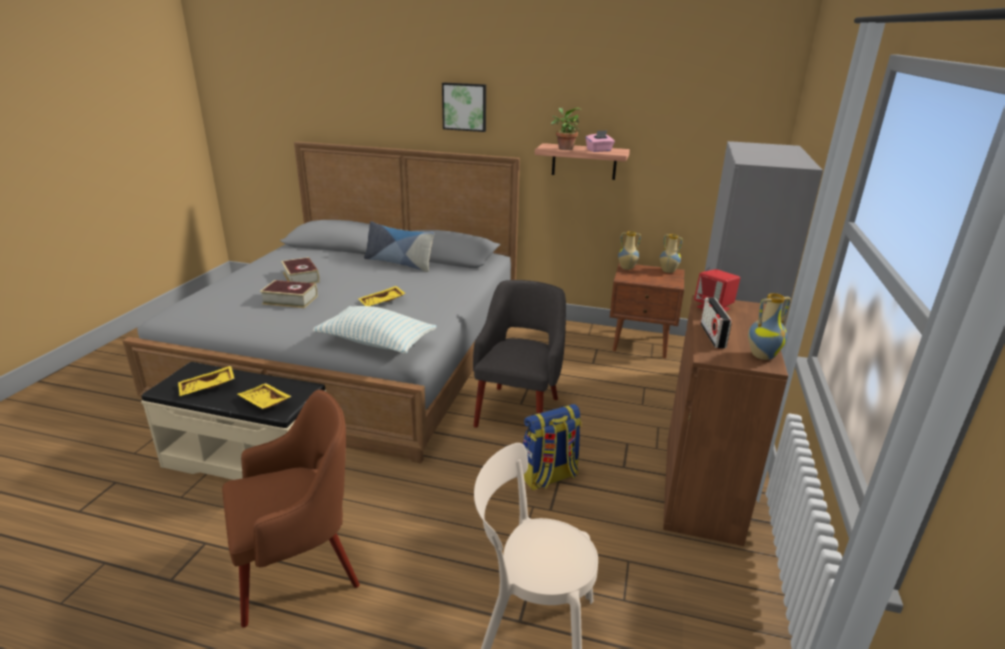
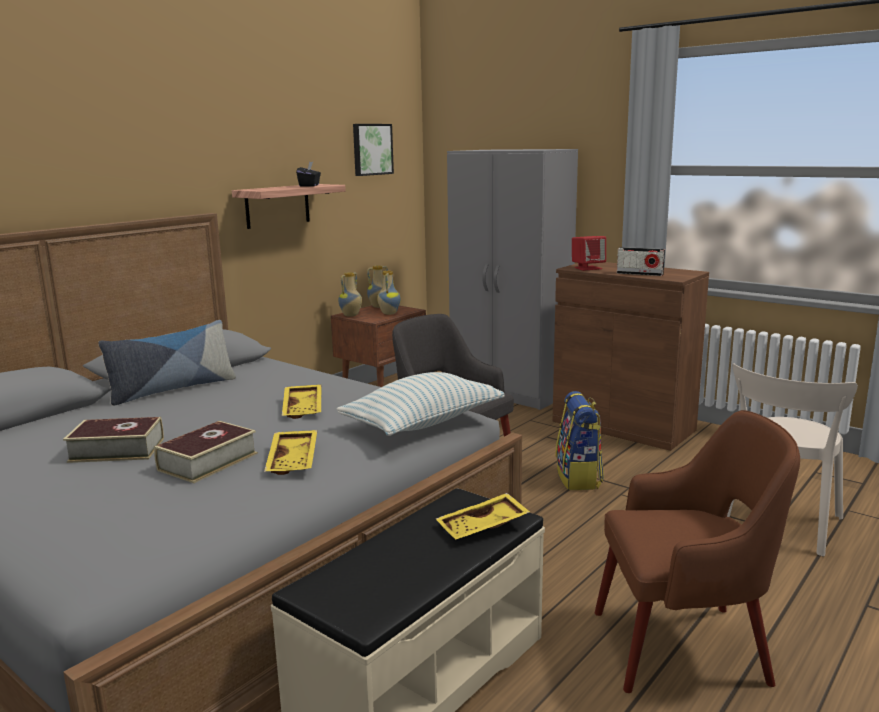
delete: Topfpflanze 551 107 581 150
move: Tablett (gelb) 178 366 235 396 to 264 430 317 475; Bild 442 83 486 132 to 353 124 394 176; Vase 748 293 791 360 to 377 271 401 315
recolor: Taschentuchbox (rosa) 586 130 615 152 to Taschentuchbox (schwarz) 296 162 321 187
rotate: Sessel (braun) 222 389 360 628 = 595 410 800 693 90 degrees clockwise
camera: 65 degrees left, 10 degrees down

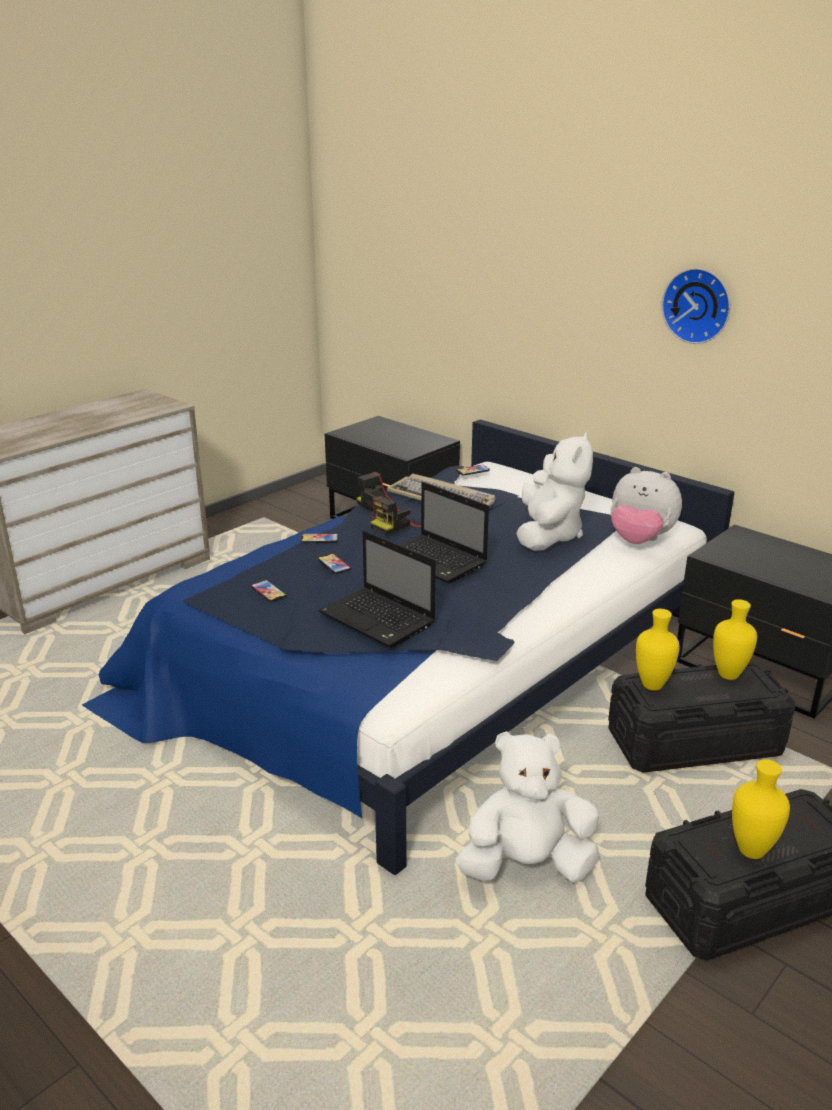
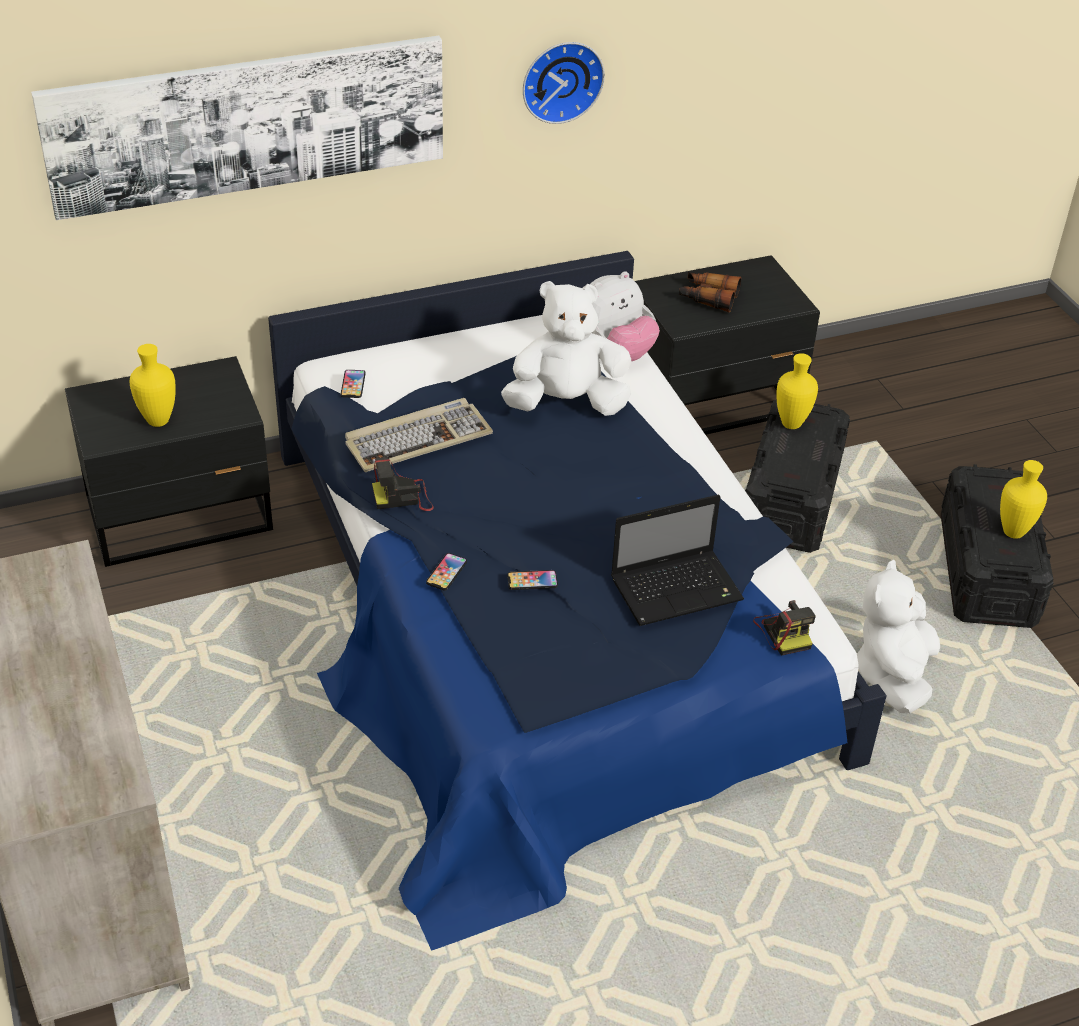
delete: Handy 251 580 287 602; Laptop 399 482 489 583
insert: Bild 31 36 443 220; Fernglas 679 272 741 312
move: Kamera 370 496 421 535 to 753 600 816 656; Vase (gelb) 636 609 680 691 to 130 344 176 427
rotate: Plüschtier (weiß) 517 433 593 551 = 501 281 631 416 45 degrees counterclockwise
camera: 65 degrees left, 15 degrees up

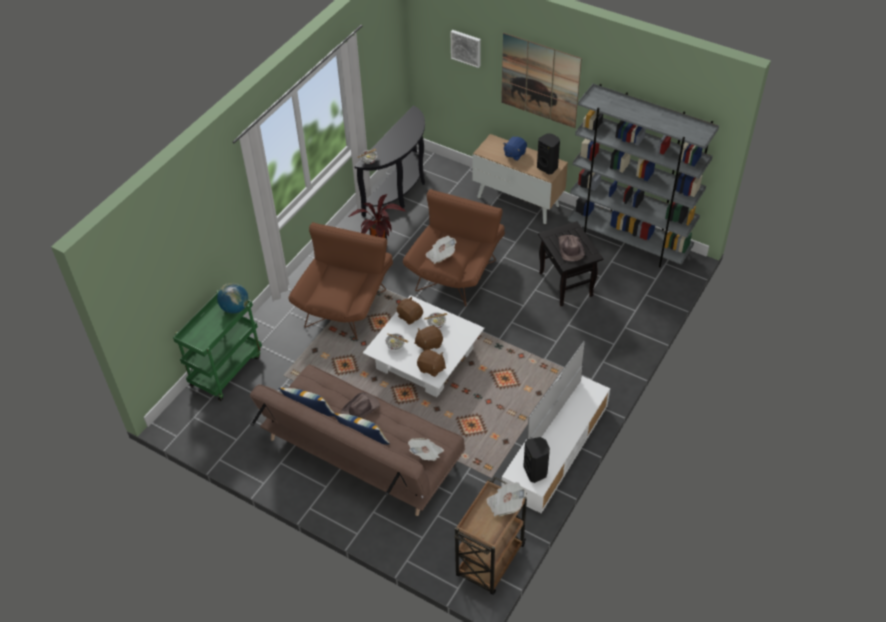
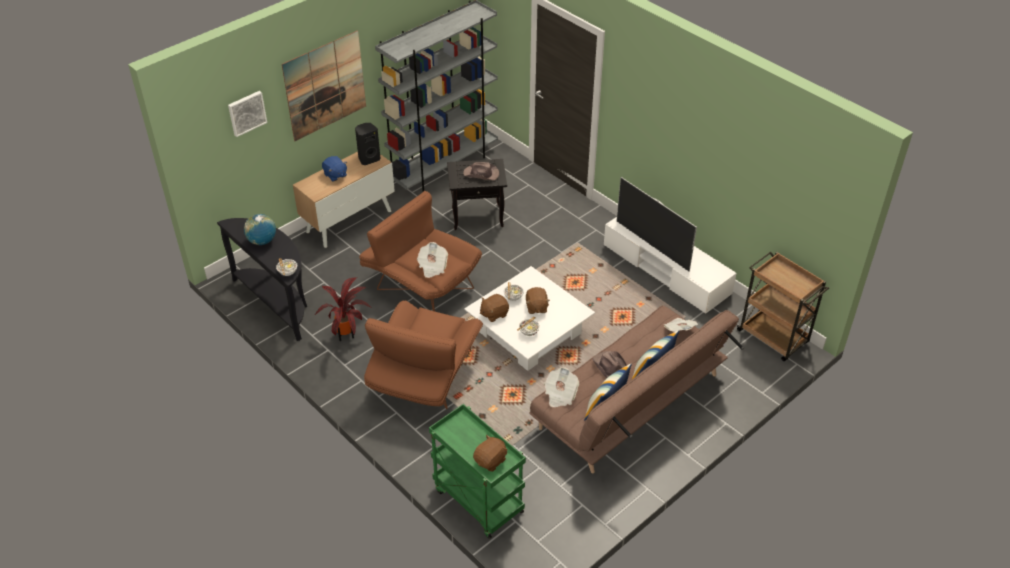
delete: Lautsprecher (schwarz) 523 437 550 483
move: Globus 217 283 248 314 to 244 214 276 245; Plüschtier (braun) 417 349 446 377 to 473 435 508 472; Zeitung 486 482 526 517 to 544 367 579 407
rotate: Sessel (braun) 288 222 393 340 = 364 301 483 409 105 degrees counterclockwise
camera: 75 degrees left, 5 degrees down

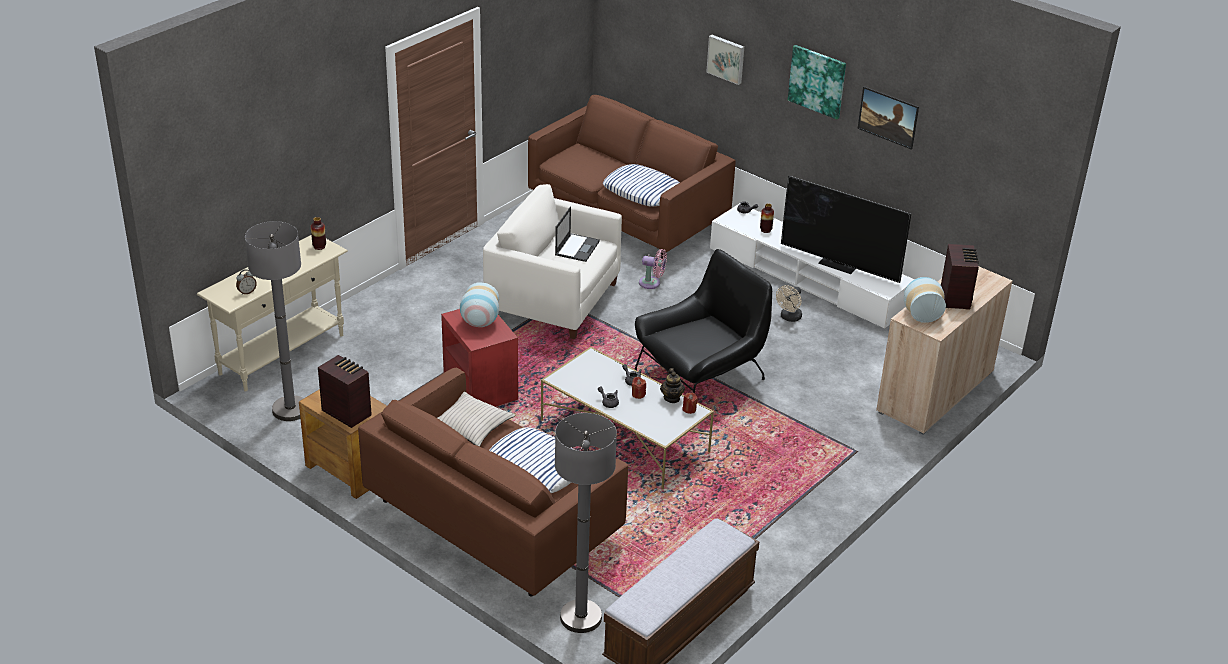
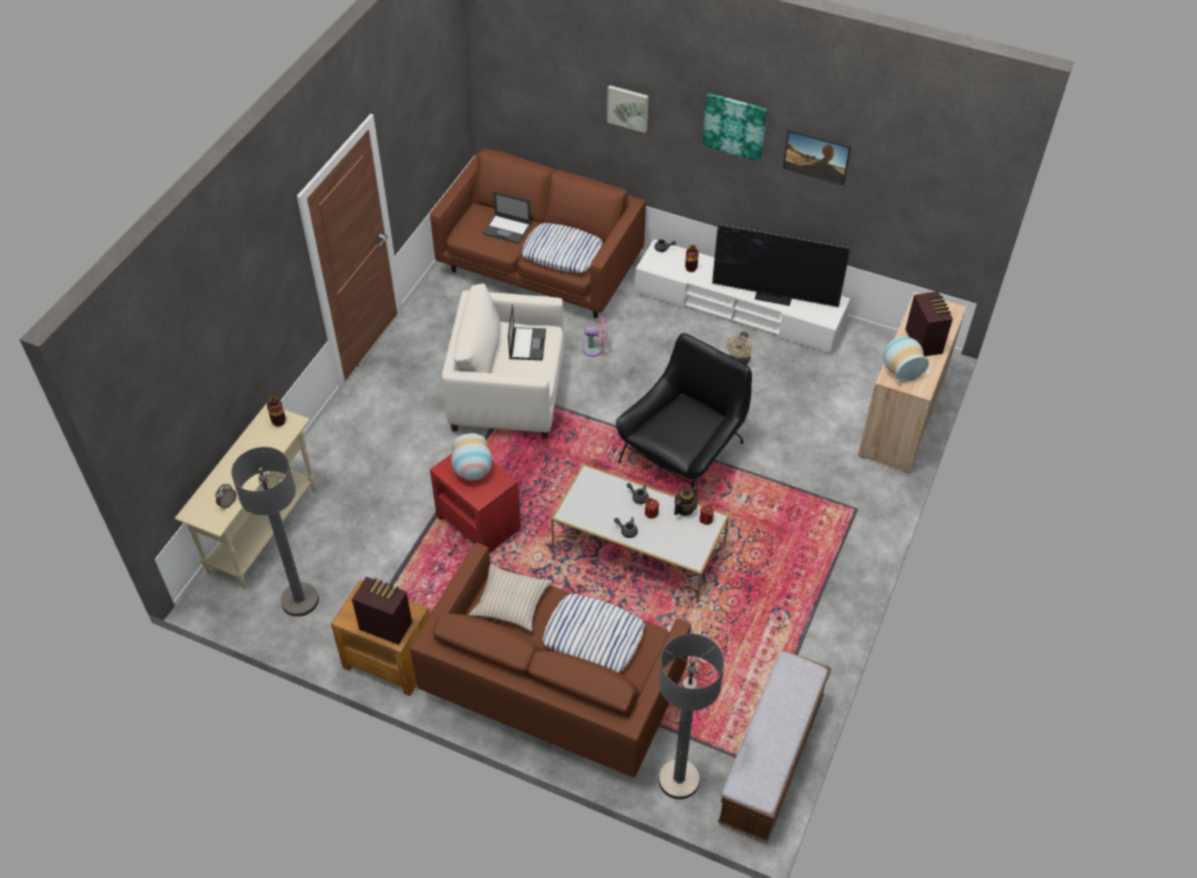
insert: Laptop 483 191 531 244
rotate: Teekanne 660 368 685 403 = 674 485 698 516 120 degrees counterclockwise
camera: 15 degrees left, 15 degrees up

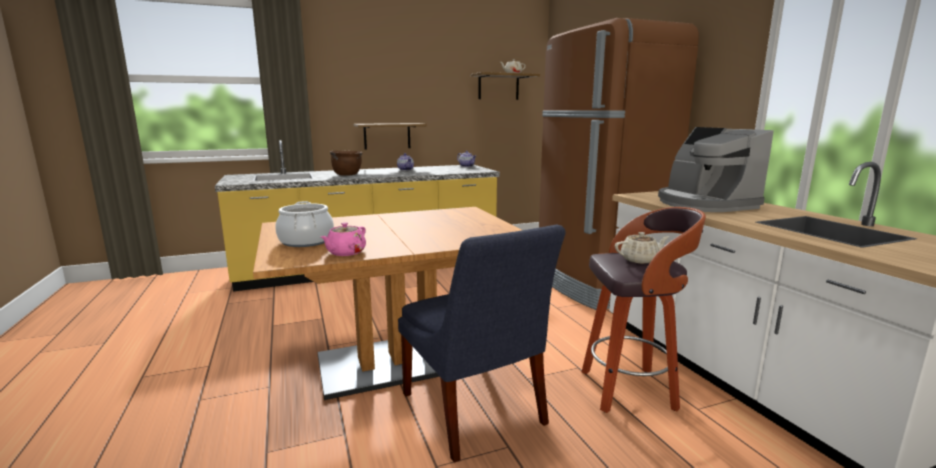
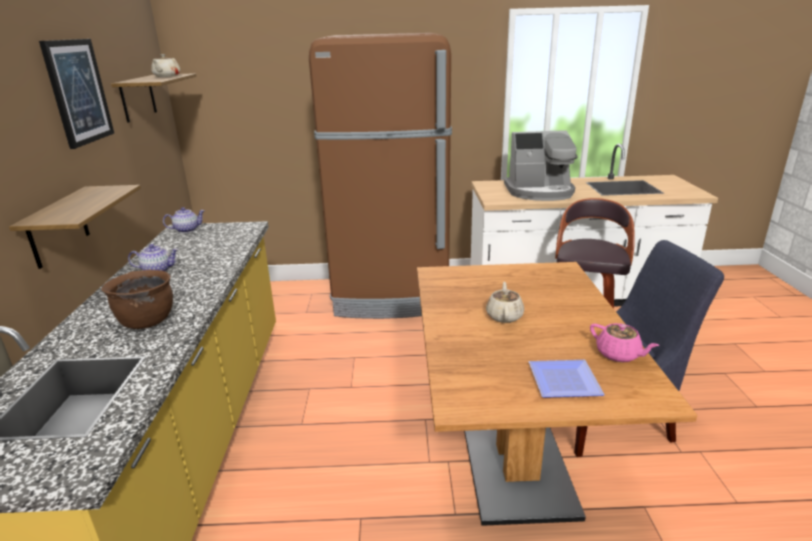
insert: Bild 39 39 114 149
move: Teekanne (beige) 615 232 669 263 to 486 281 524 323
replace: Kochtopf 275 201 334 247 to Teller 529 360 605 398
camera: 70 degrees left, 10 degrees up

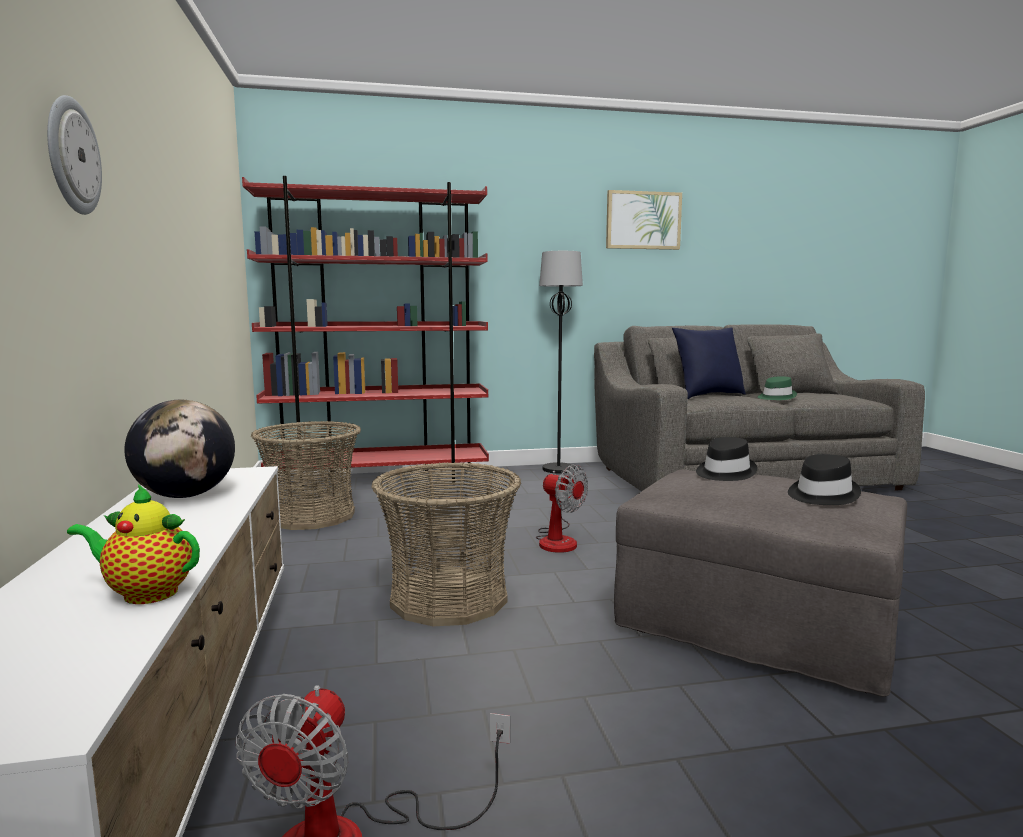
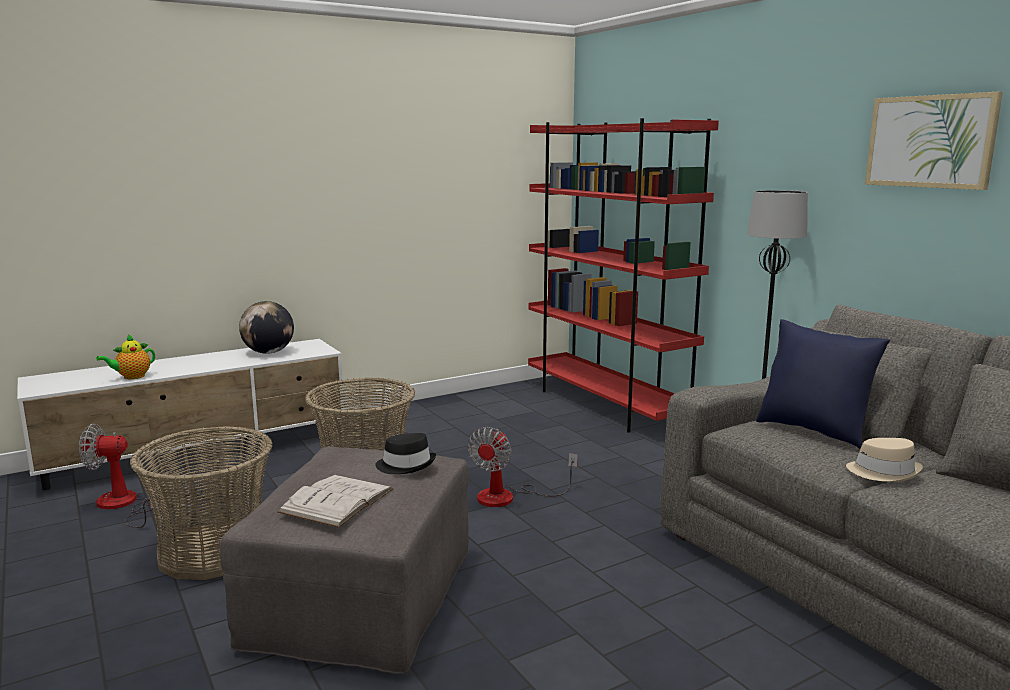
delete: Wanduhr 47 95 102 215
move: Korb 251 421 361 530 to 130 426 273 580
replace: Hut (schwarz) 788 454 861 505 to Buch (weiß) 277 475 393 528
recolor: Hut (grün) 758 376 797 400 to Hut (beige) 846 438 923 482
rotate: Teekanne 67 484 200 604 = 96 334 155 379 120 degrees counterclockwise
camera: 70 degrees right, 5 degrees up

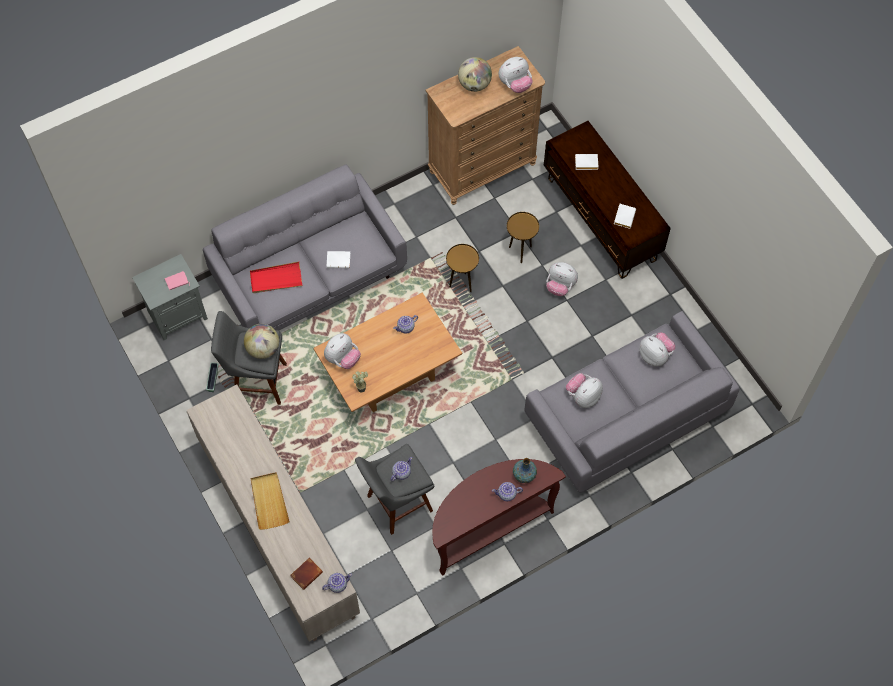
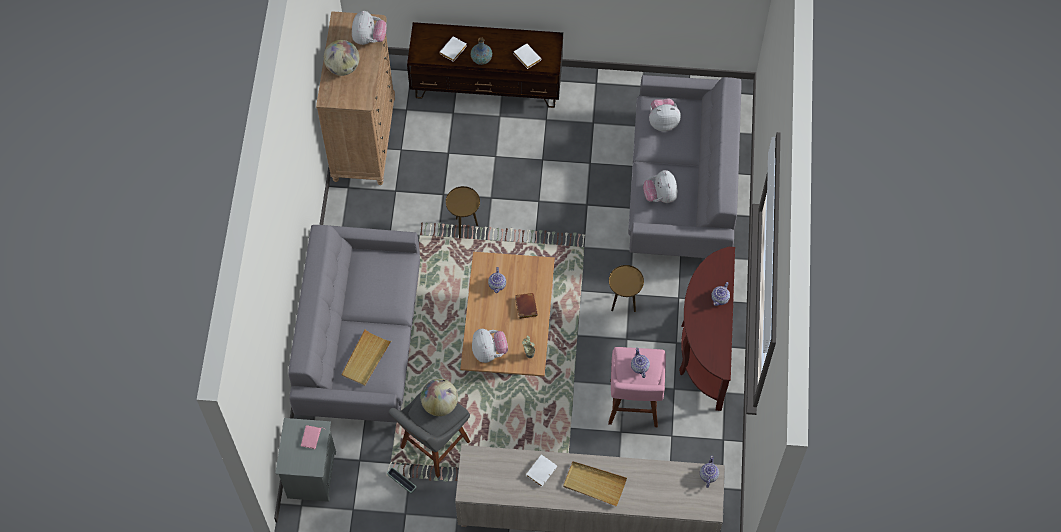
delete: Plüschtier 546 262 578 296
move: Buch (braun) 290 558 323 590 to 515 293 538 319; Buch (weiß) 327 251 350 268 to 526 454 557 487; Beistelltisch (braun) 507 212 539 263 to 609 265 644 312; Vase 513 458 537 483 to 471 37 492 65
recolor: Tablett (rot) 250 262 302 293 to Tablett (beige) 341 329 391 386; Hocker (grau) 355 444 434 535 to Hocker (rosa) 608 347 666 427
camera: 55 degrees left, 0 degrees up

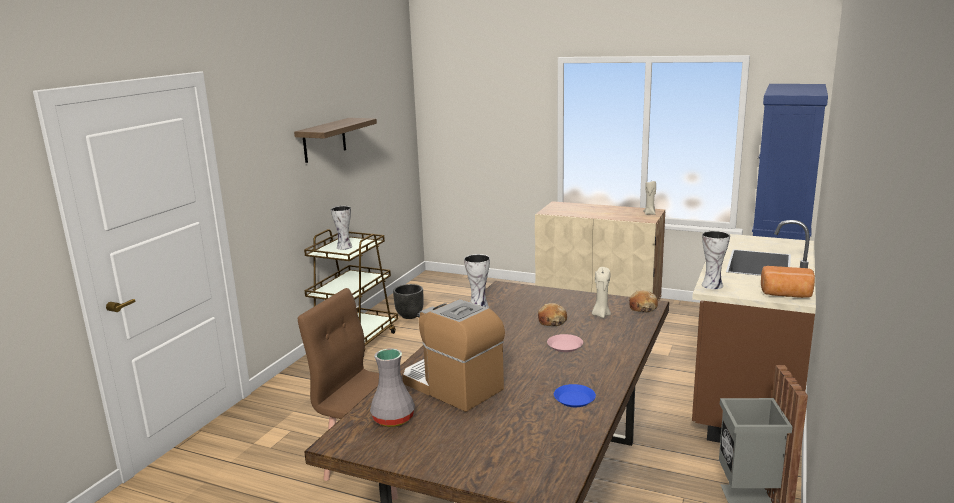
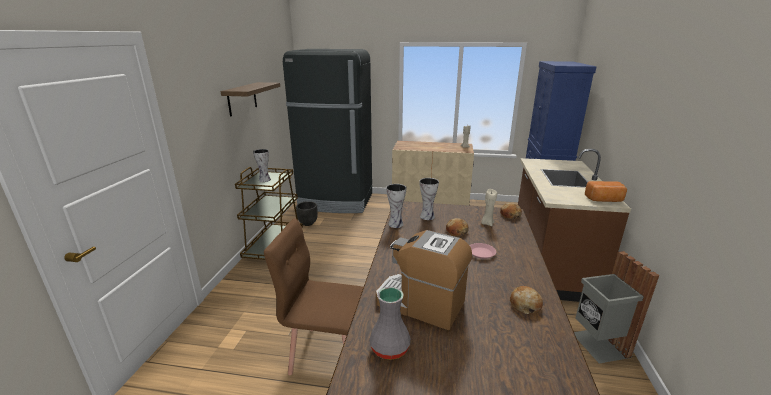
insert: Kühlschrank (schwarz) 283 49 372 213
move: Vase 702 231 730 289 to 419 178 439 220
replace: Teller (blau) 554 384 596 407 to Brot 510 286 543 314
camera: 15 degrees left, 5 degrees up

